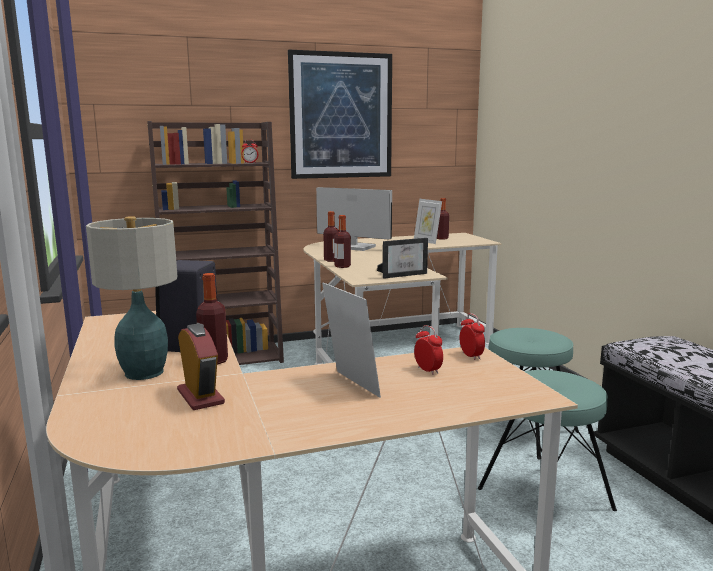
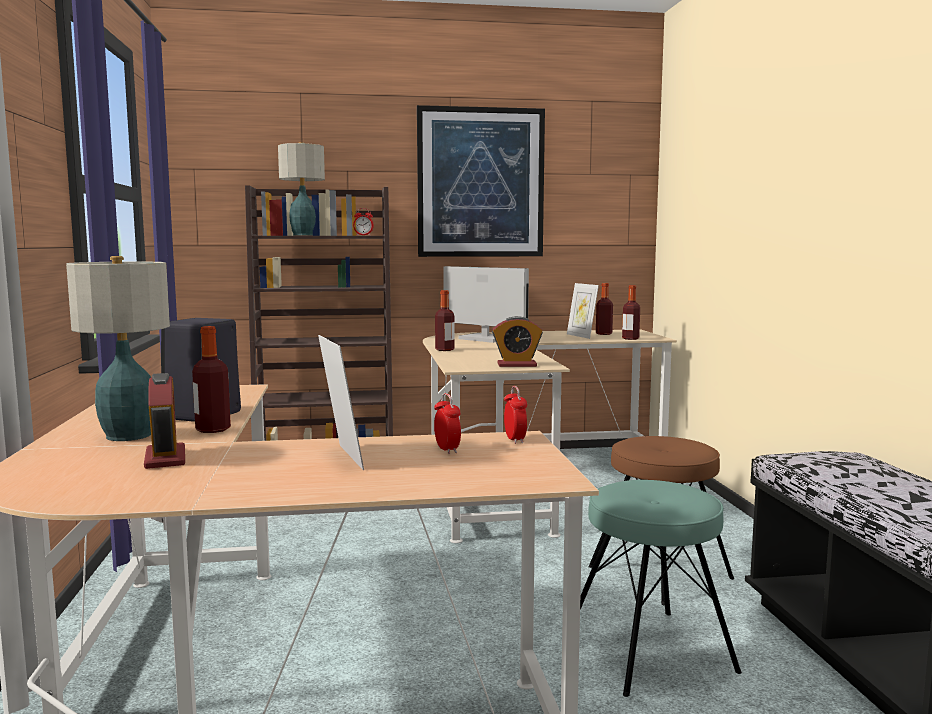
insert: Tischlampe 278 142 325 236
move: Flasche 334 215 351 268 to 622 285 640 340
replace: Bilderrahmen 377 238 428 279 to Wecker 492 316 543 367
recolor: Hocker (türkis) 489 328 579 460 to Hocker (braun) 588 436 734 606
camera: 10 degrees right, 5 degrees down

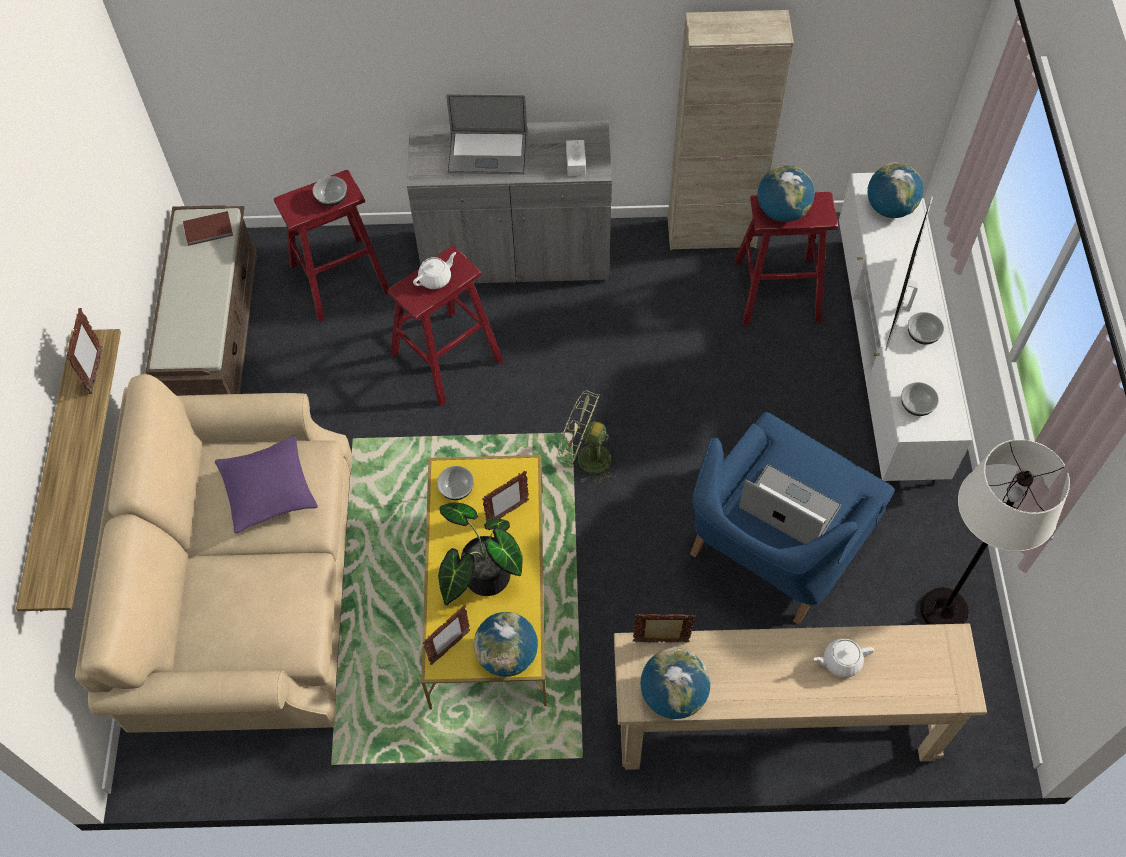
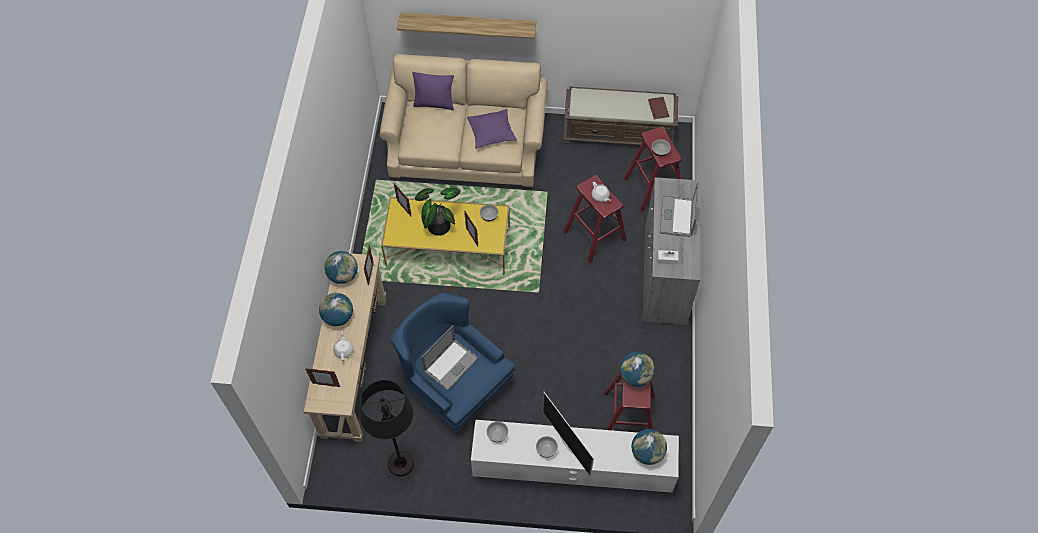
delete: Ventilator (grün) 557 390 618 484; Schrank (beige) 668 10 794 250
insert: Kissen (lila) 412 72 454 111
move: Bilderrahmen 67 308 103 394 to 305 368 340 387; Globus 474 612 538 677 to 319 293 353 326
recolor: Stehlampe (weiß) 920 439 1070 625 to Stehlampe (schwarz) 360 380 414 477
rotate: Fernseher 885 197 933 351 = 542 392 594 476 150 degrees counterclockwise
camera: 95 degrees right, 0 degrees up

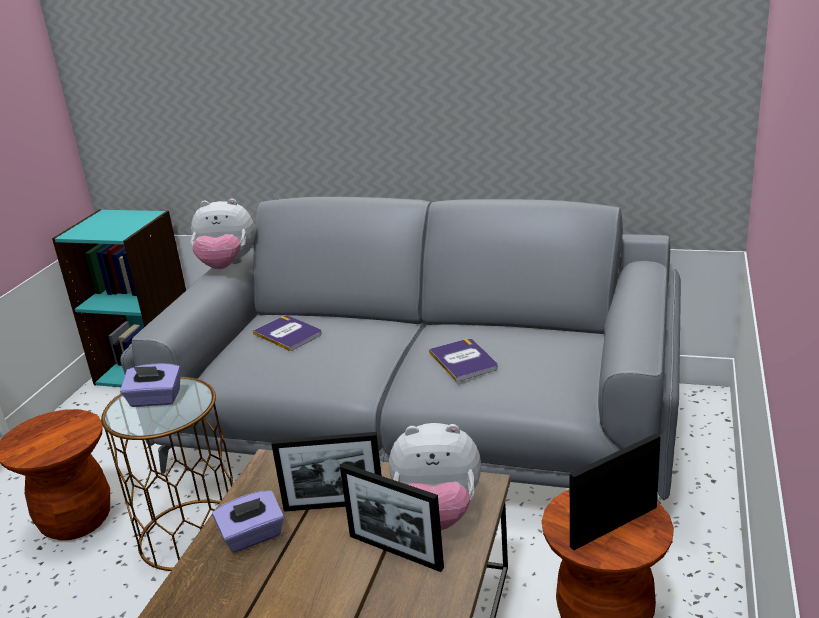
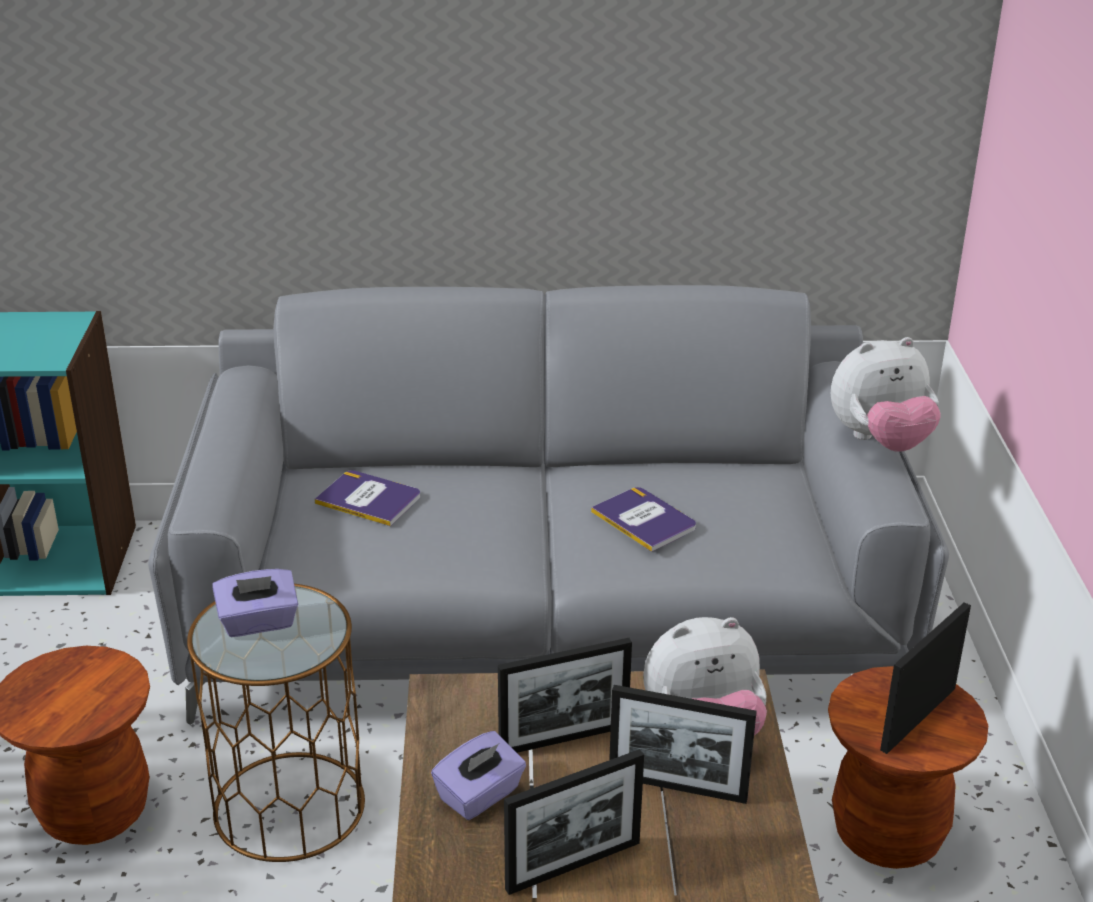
insert: Bilderrahmen 504 749 644 895
move: Plüschtier 191 199 255 269 to 830 337 941 452
camera: 20 degrees left, 5 degrees up

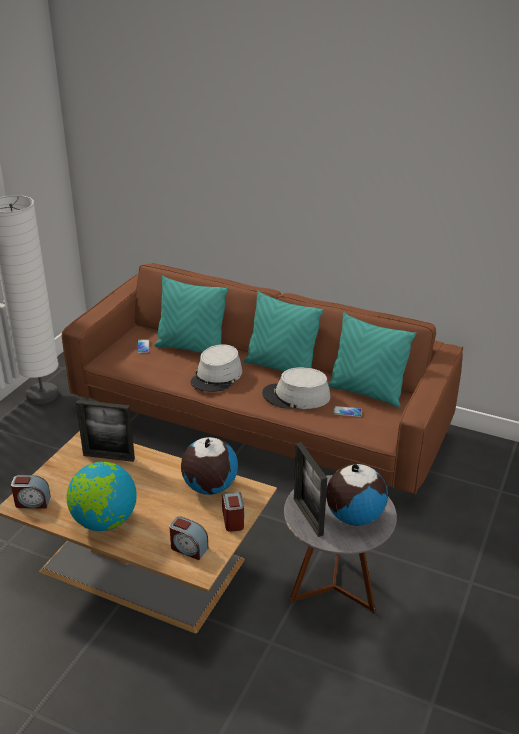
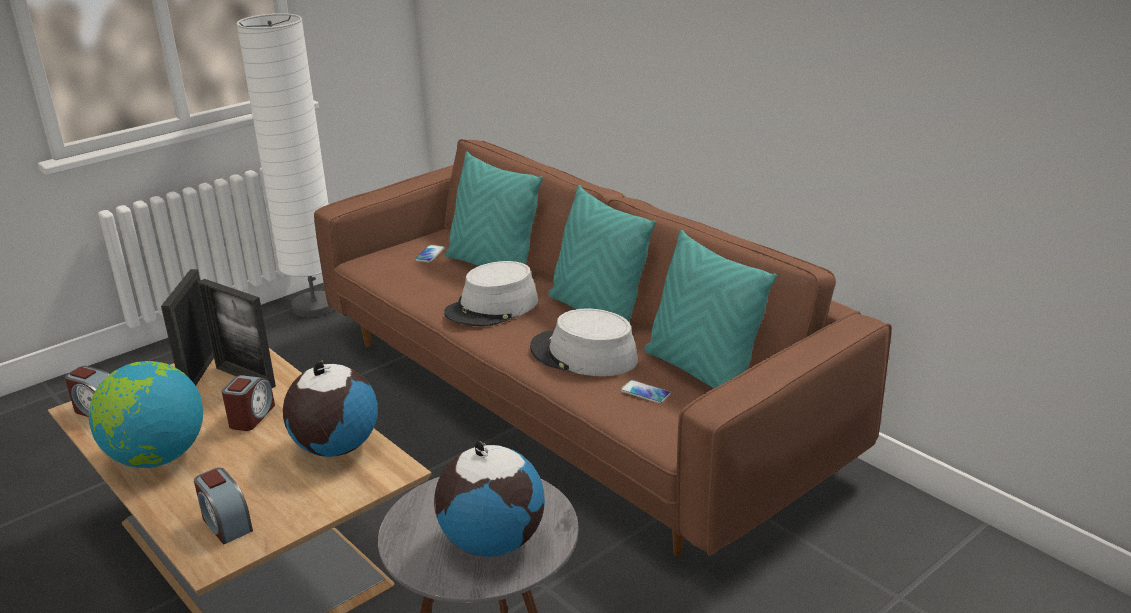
move: Wecker 222 492 244 532 to 222 375 275 431; Bilderrahmen 294 442 327 537 to 161 269 214 386
camera: 25 degrees right, 5 degrees down

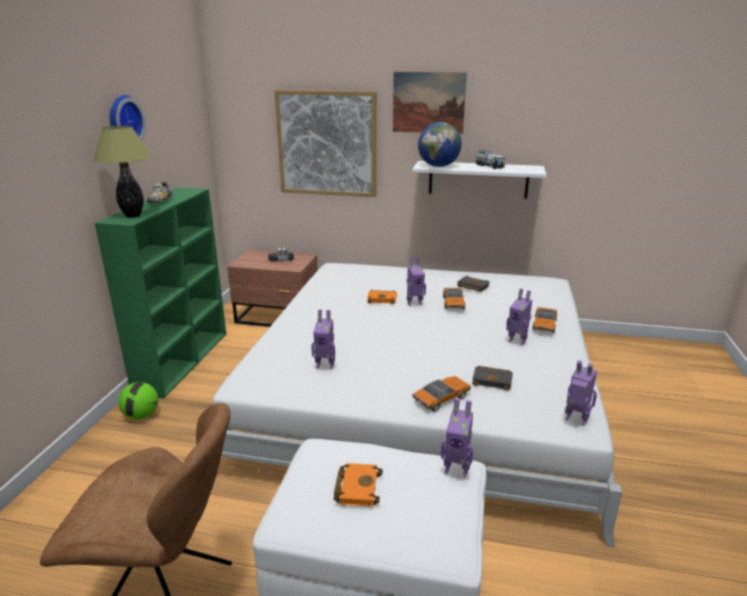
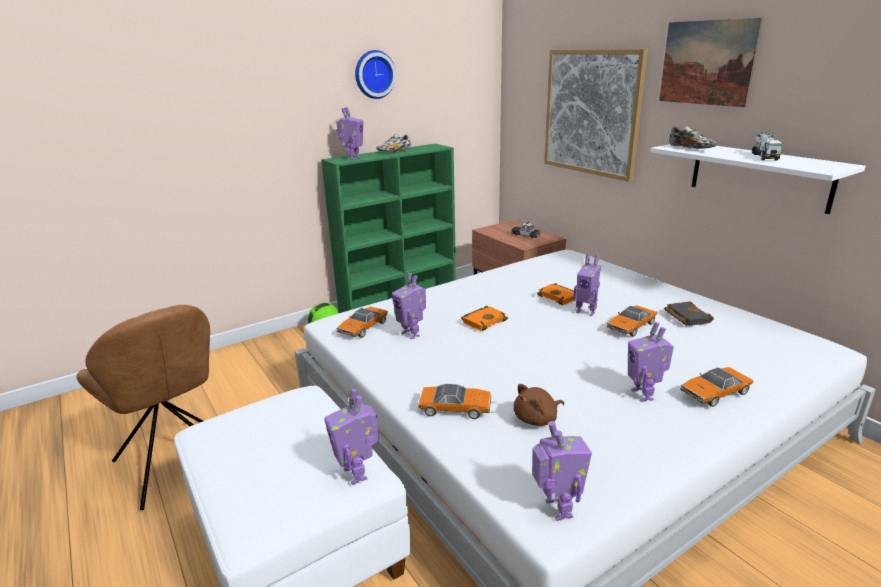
insert: Spielzeugauto 336 306 388 338
move: Buch (orange) 333 463 383 507 to 461 306 508 331
replace: Tischlampe 93 125 151 218 to Spielzeugroboter 336 107 363 160; Globus 418 122 461 167 to Schuh 669 126 717 149; Buch (schwarz) 472 365 513 391 to Plüschtier (braun) 513 384 564 426
camera: 45 degrees right, 0 degrees up

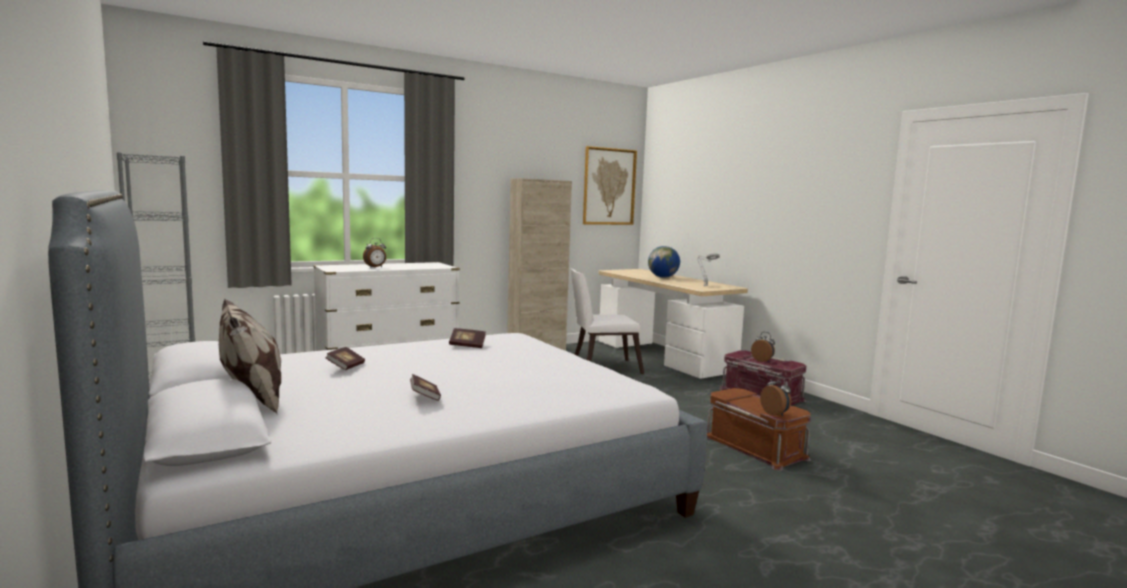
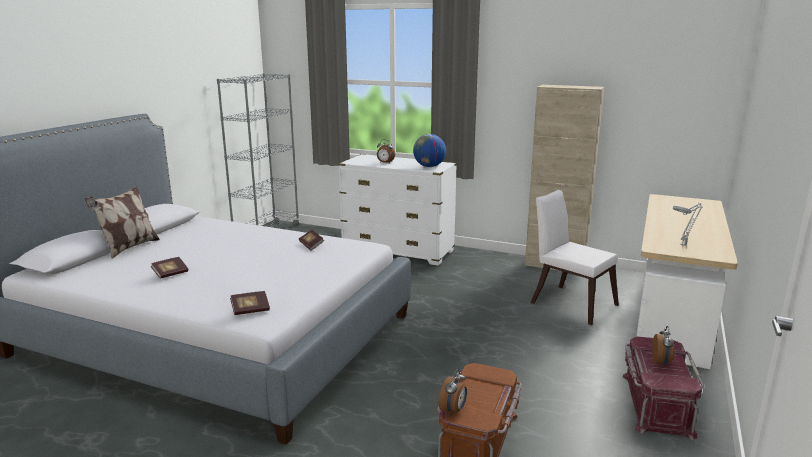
delete: Bild 583 146 637 225
move: Buch 325 347 365 370 to 230 291 270 315; Globus 648 246 680 278 to 413 134 446 167
camera: 55 degrees right, 10 degrees up

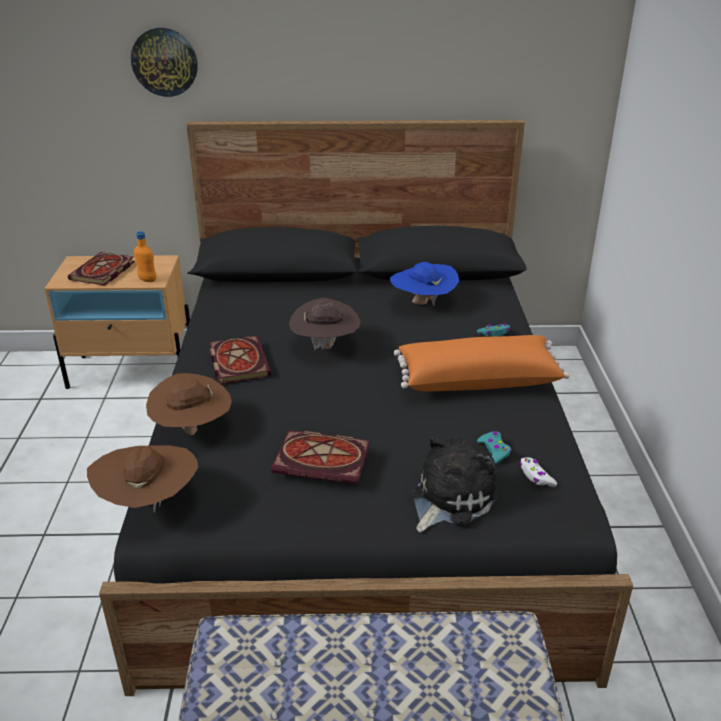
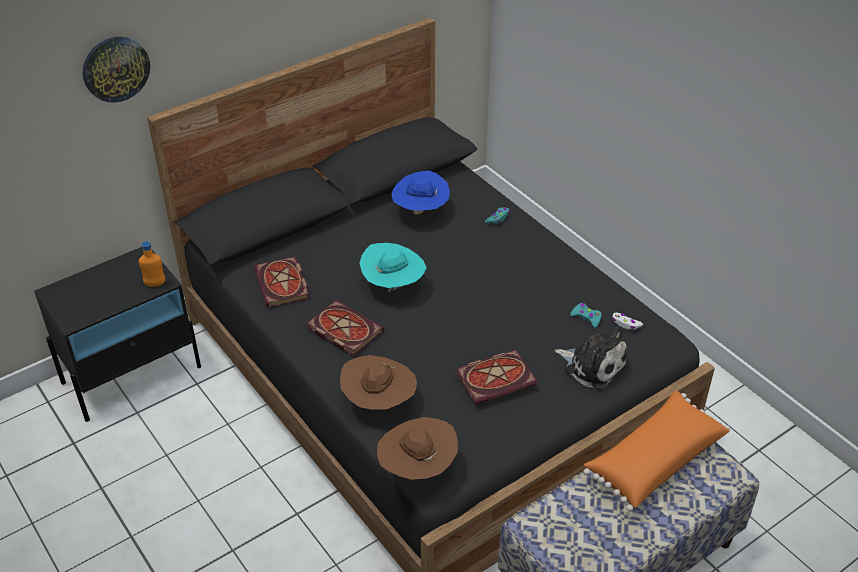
move: Buch 68 252 135 286 to 254 256 310 308; Kissen (orange) 394 335 570 391 to 584 391 730 511
recolor: Nachttisch (beige) 44 255 190 389 to Nachttisch (schwarz) 34 247 201 422; Hut (braun) 289 298 361 350 to Hut (türkis) 359 243 427 292
rotate: Plüschtier 411 435 498 532 = 554 326 628 391 120 degrees clockwise
camera: 35 degrees left, 10 degrees up

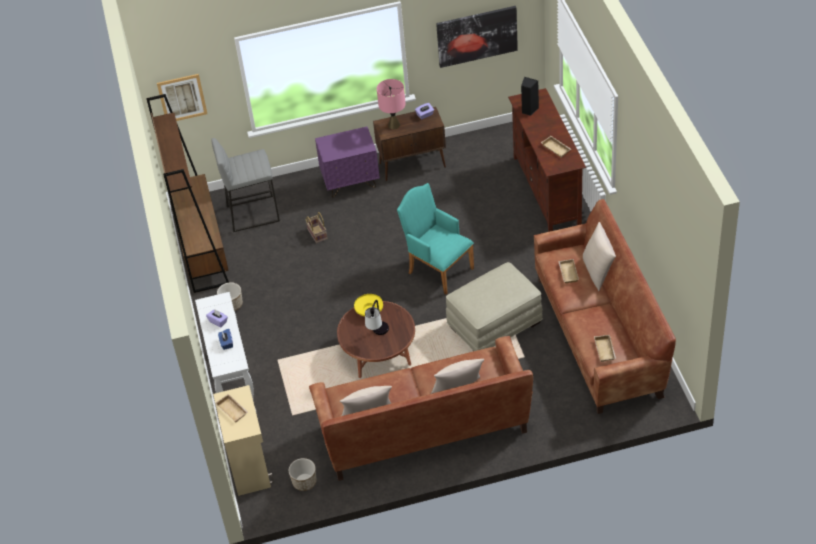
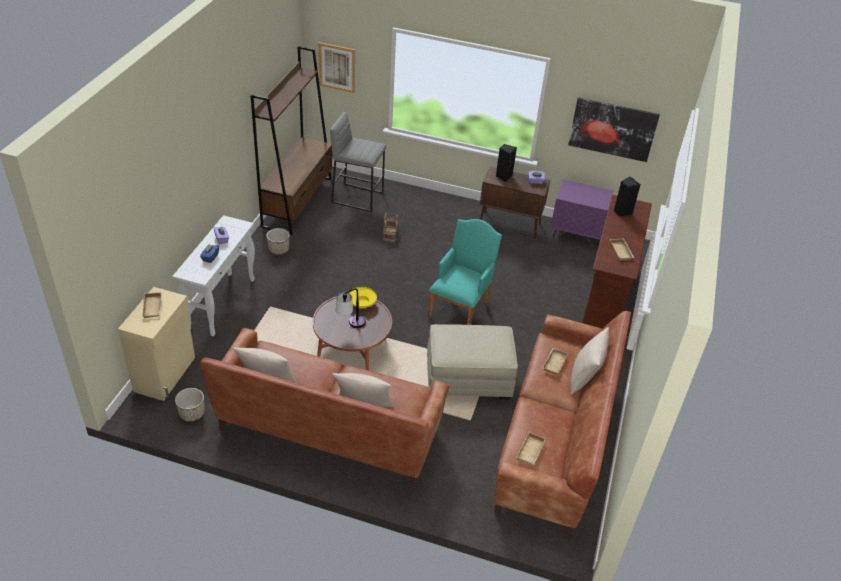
move: Nachttisch (lila) 315 127 380 197 to 550 179 614 248
replace: Tischlampe (rosa) 377 79 406 129 to Lautsprecher (schwarz) 496 144 517 182
rotate: Sessel (türkis) 397 183 474 295 = 428 219 502 325 45 degrees clockwise
camera: 25 degrees right, 5 degrees down

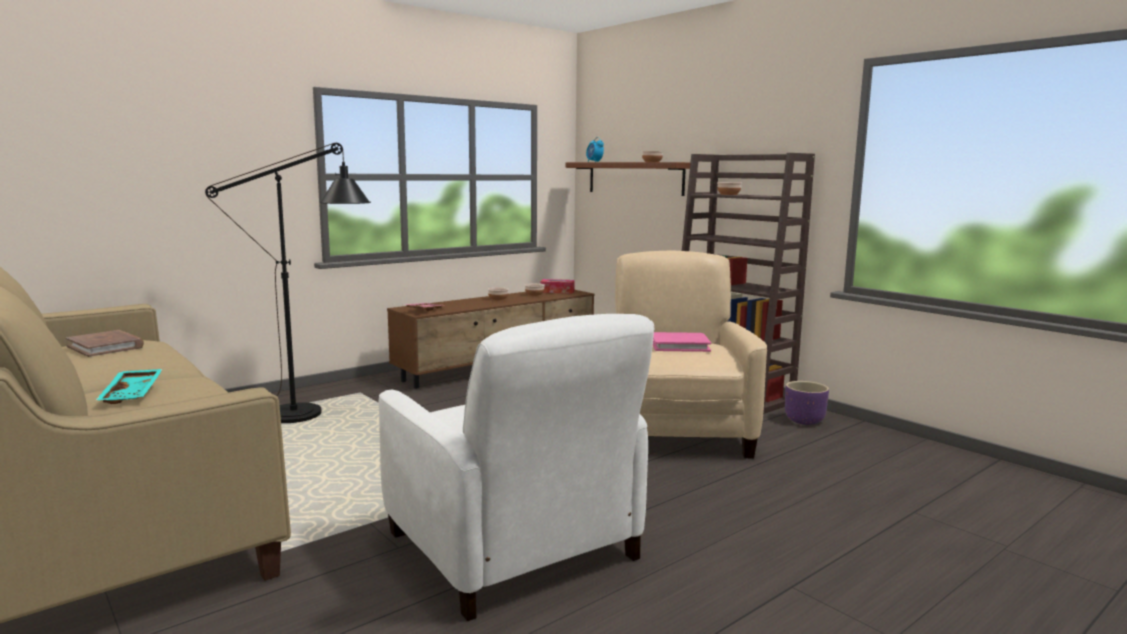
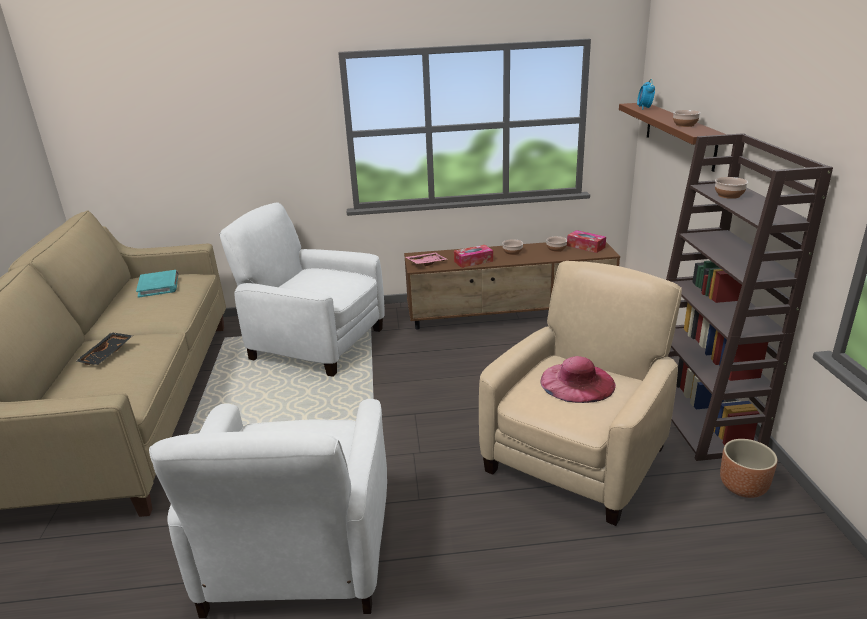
insert: Taschentuchbox 454 245 493 268
replace: Stehlampe (schwarz) 205 143 371 423 to Sessel (weiß) 219 202 385 377; Buch (rosa) 653 332 711 352 to Hut (rosa) 541 356 616 403
recolor: Buch (braun) 66 330 144 357 to Buch (türkis) 136 270 179 298; Tablett (türkis) 95 369 163 404 to Tablett (schwarz) 76 332 133 365; Pflanzkübel (lila) 785 381 829 425 to Pflanzkübel (braun) 720 439 777 498
camera: 35 degrees right, 15 degrees up

